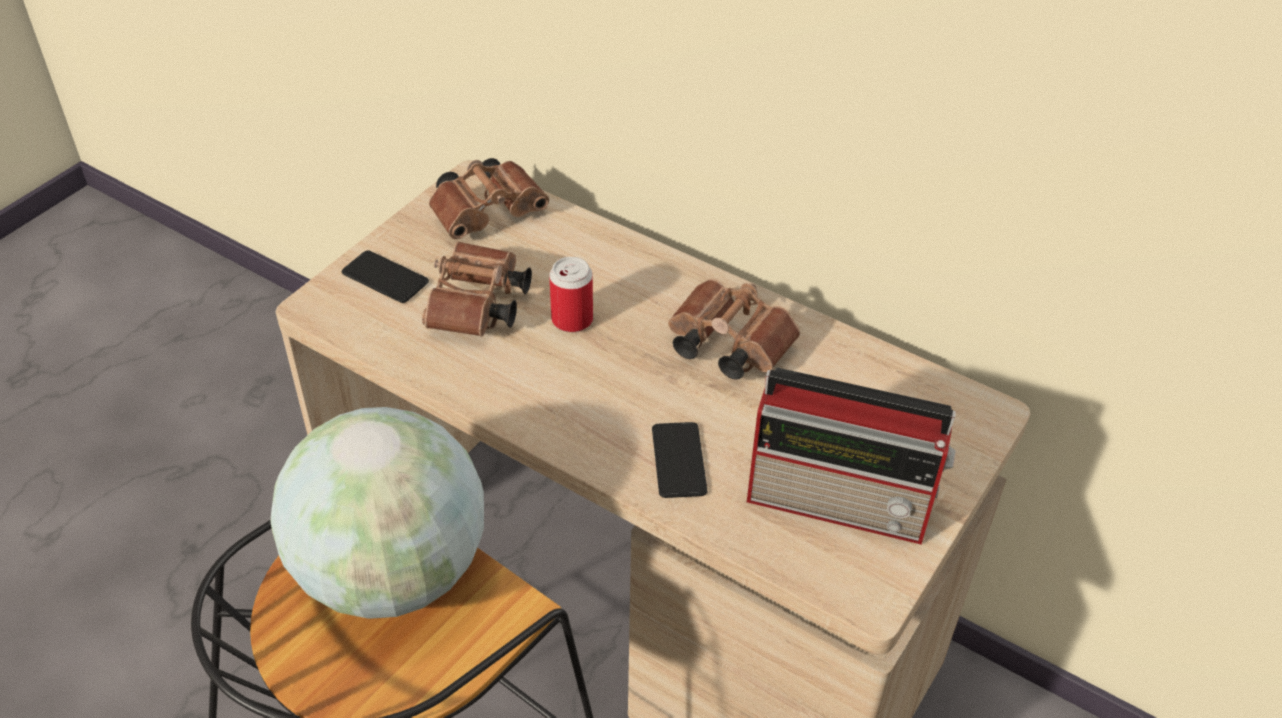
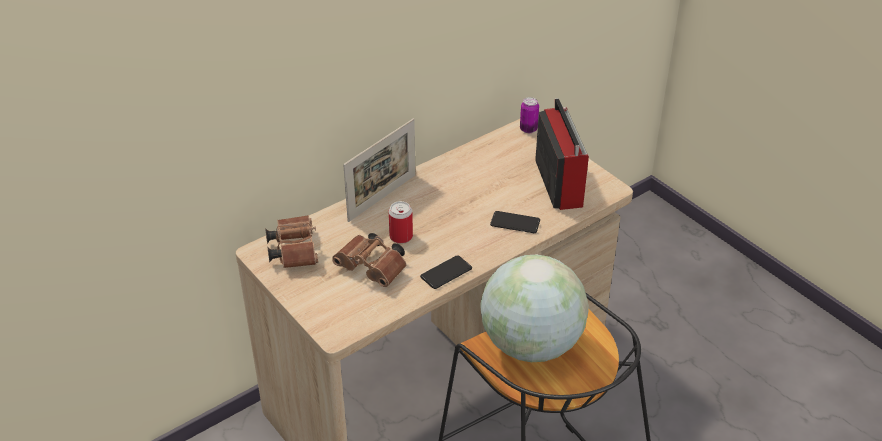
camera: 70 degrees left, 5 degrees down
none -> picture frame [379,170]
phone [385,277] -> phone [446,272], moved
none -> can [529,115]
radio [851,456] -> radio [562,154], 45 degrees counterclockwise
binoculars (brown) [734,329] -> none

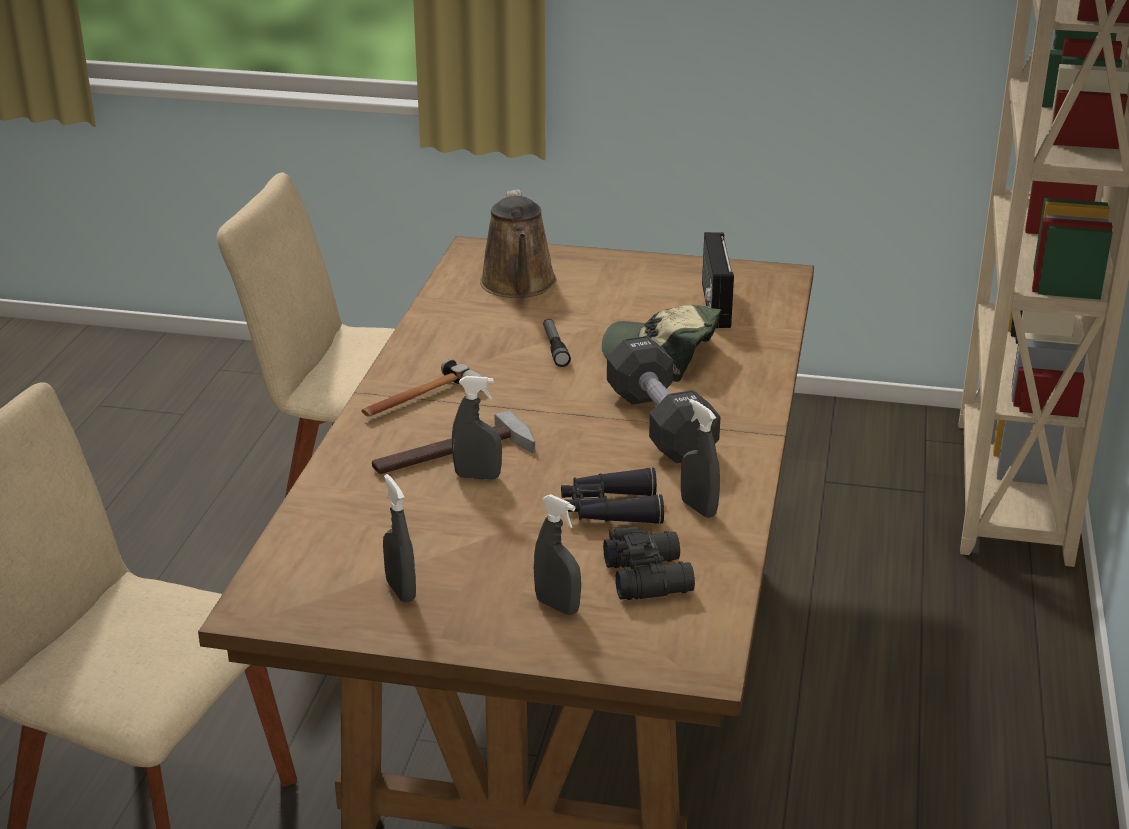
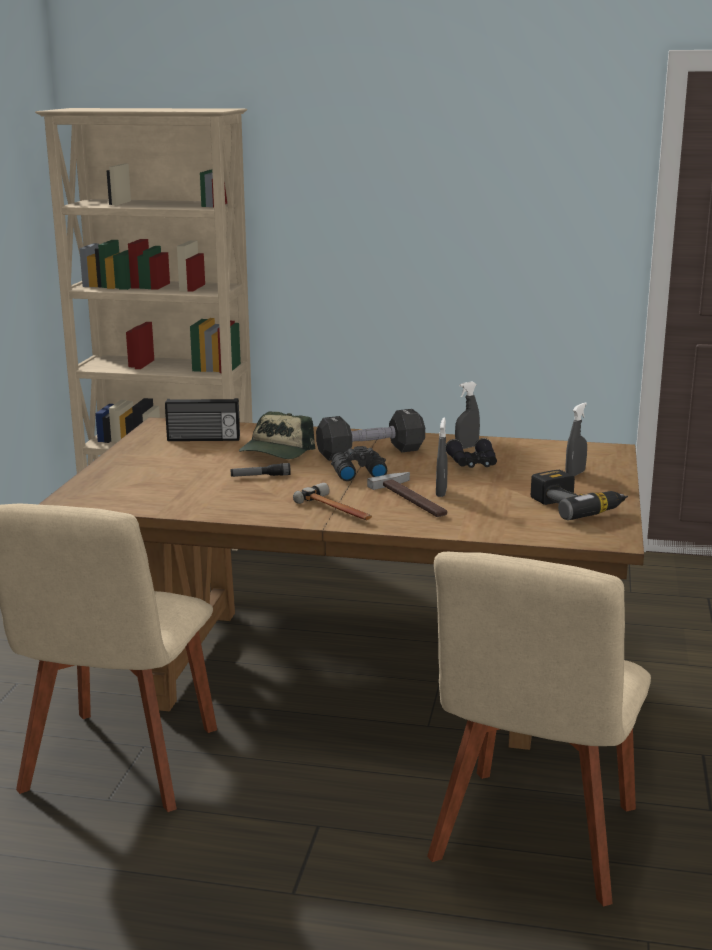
camera: 90 degrees left, 10 degrees down
binoculars (black) [649,563] -> binoculars (black) [359,463], moved
spray bottle (grey) [399,538] -> power drill [579,495]
watering can (brown) [518,243] -> none

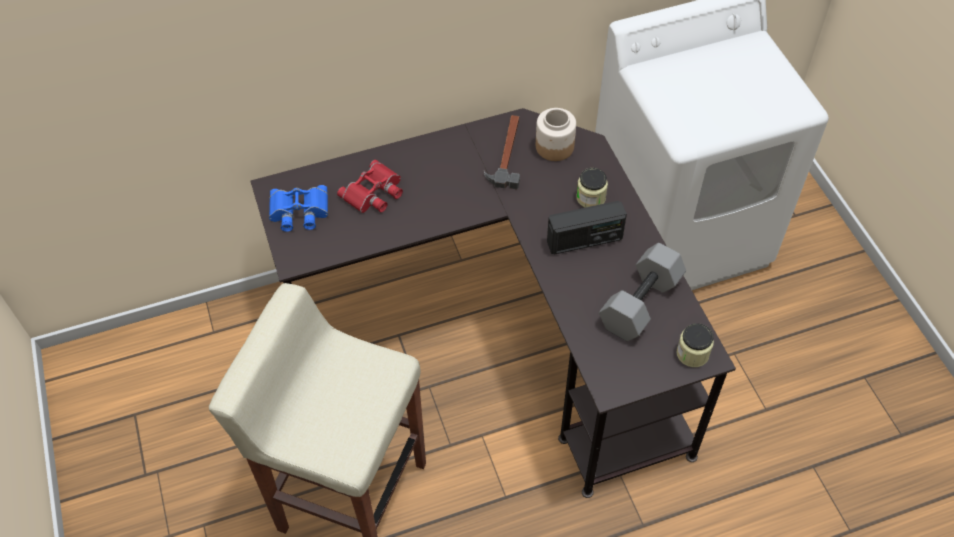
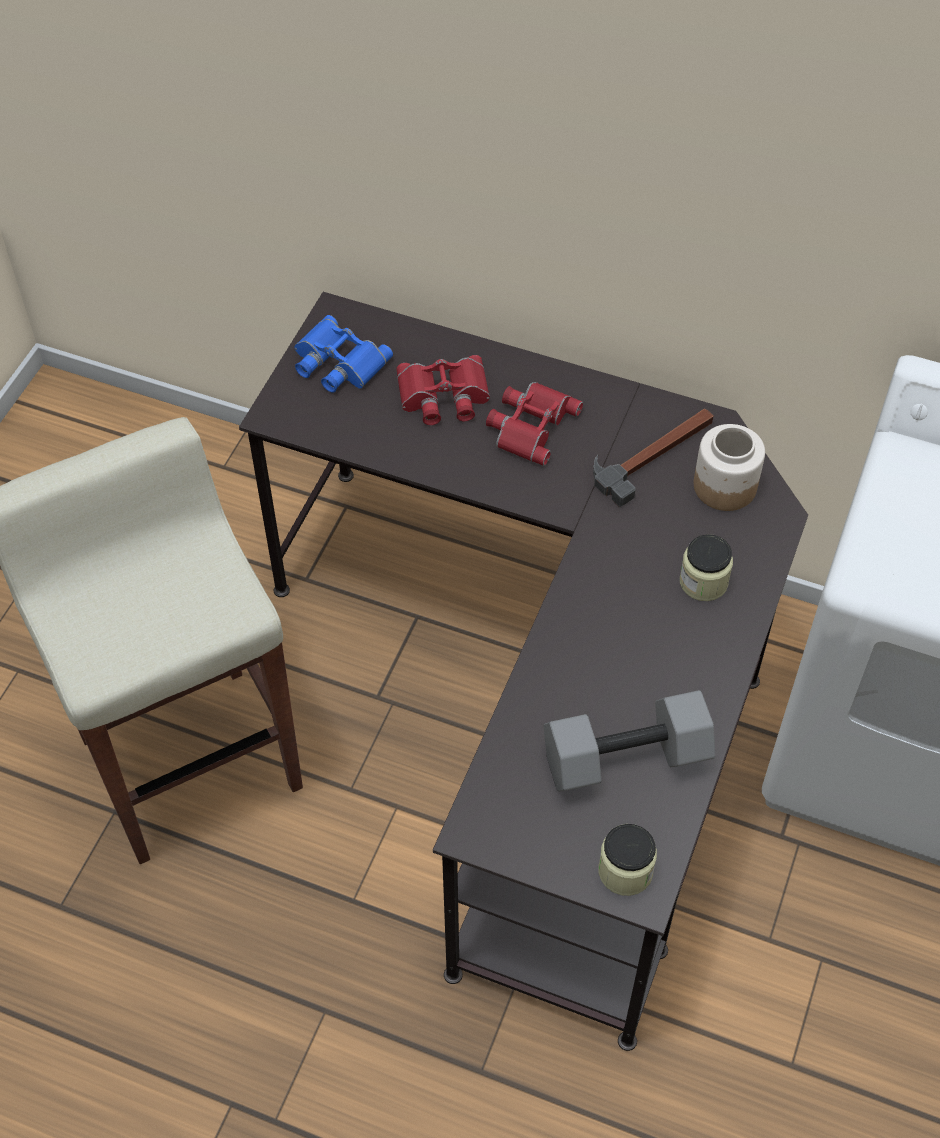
camera: 40 degrees right, 0 degrees up
none -> binoculars (red) [534,424]
radio [587,227] -> none

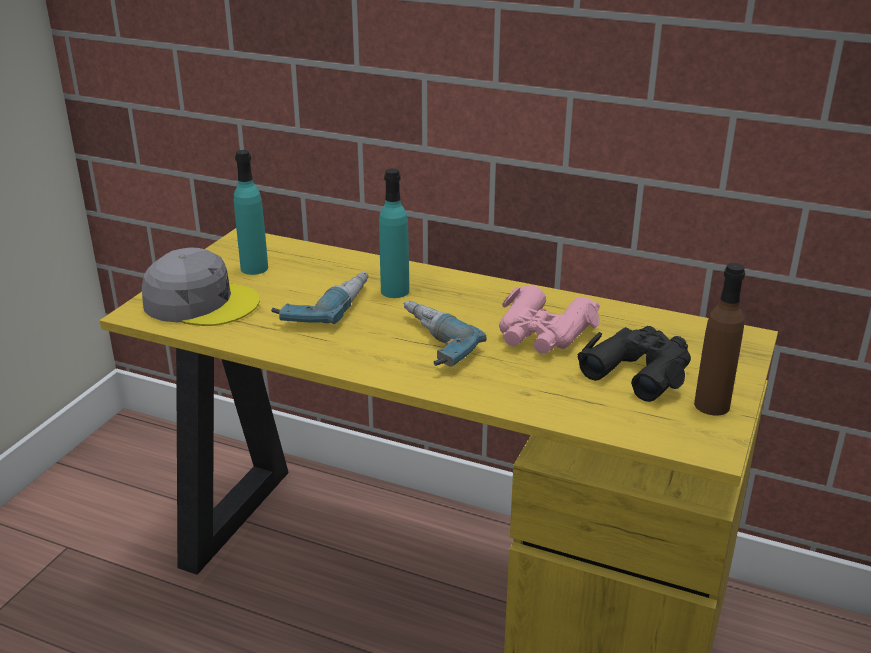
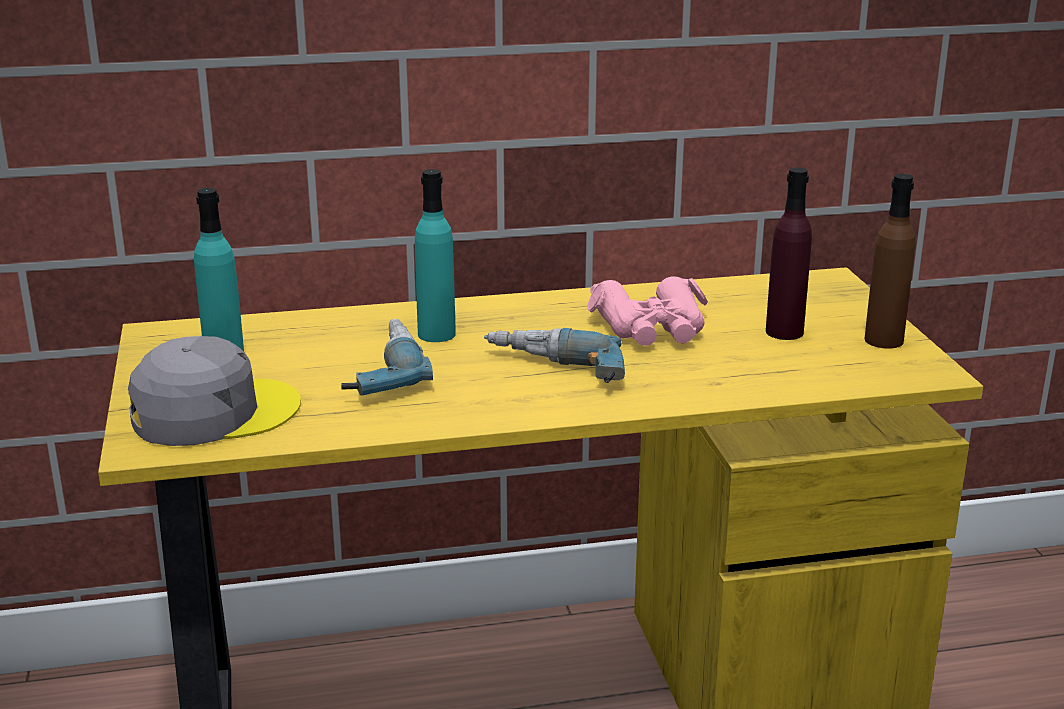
camera: 35 degrees left, 5 degrees down
binoculars (black) [634,364] -> bottle (purple) [789,253]

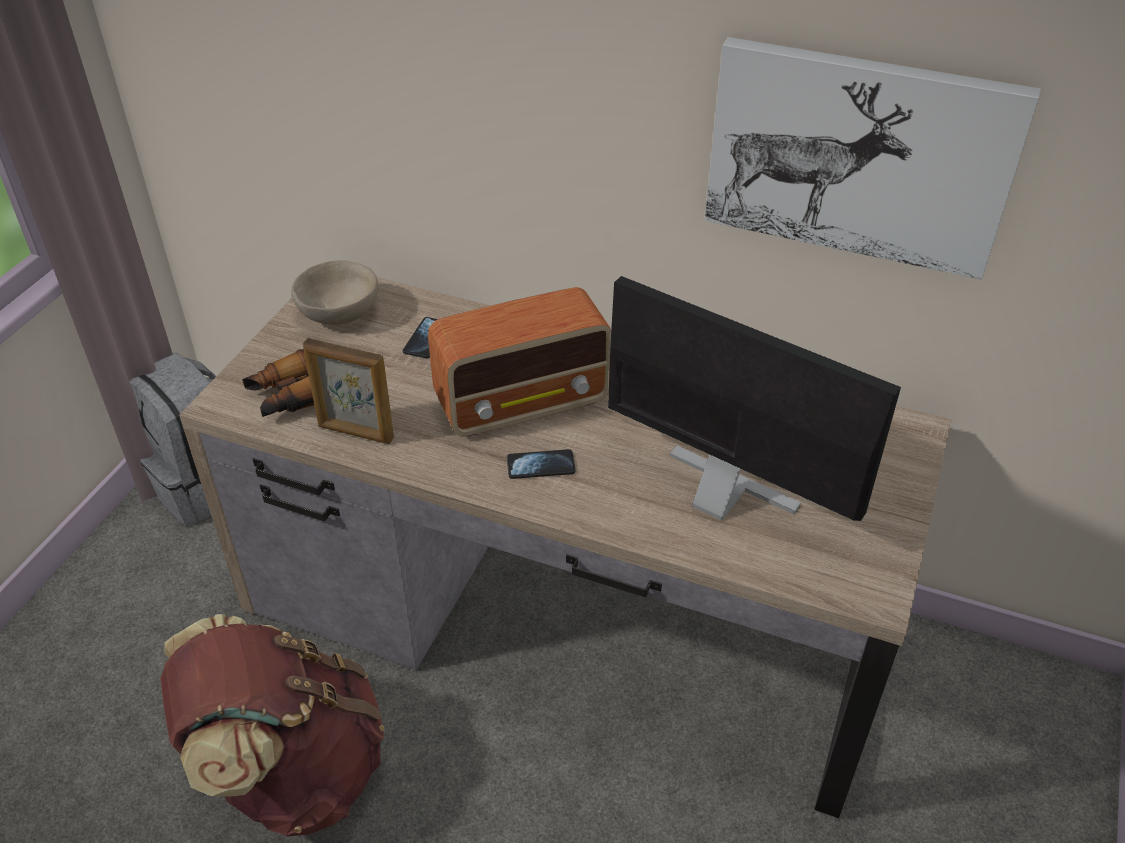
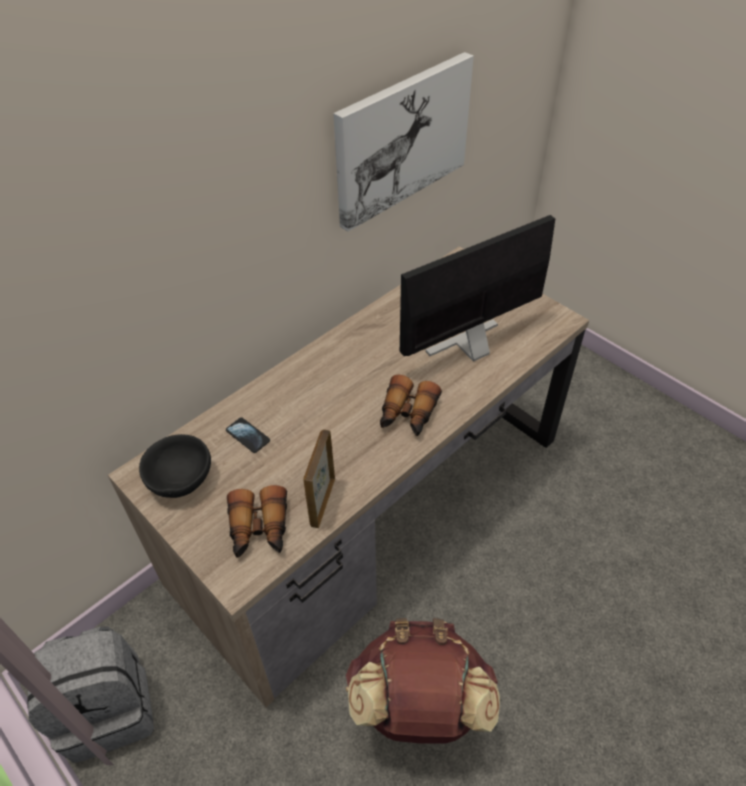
camera: 65 degrees left, 5 degrees up
bowl (beige) [334,292] -> bowl (black) [175,466]
picture frame [348,391] -> picture frame [319,478], 150 degrees clockwise
phone [541,464] -> binoculars [411,405]
radio [519,362] -> none

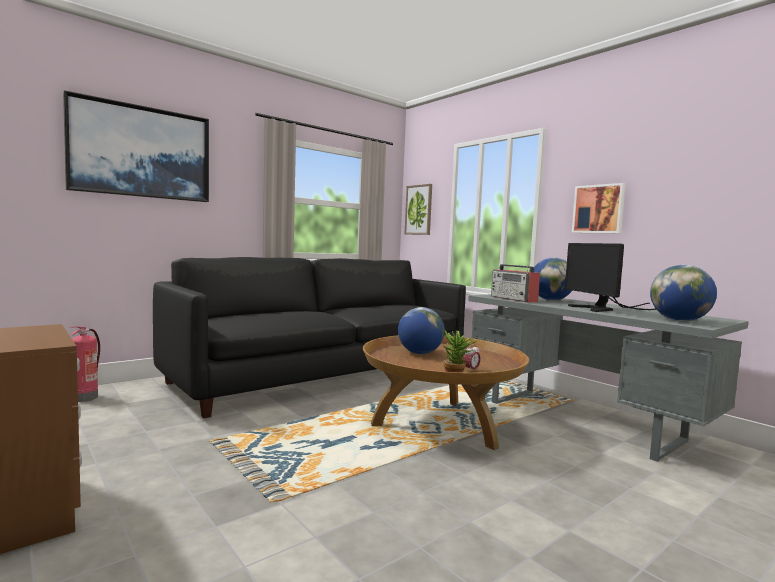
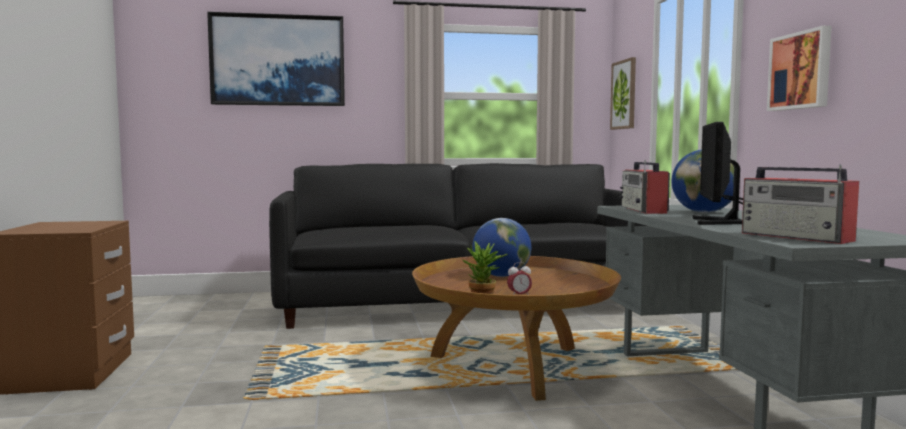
camera: 30 degrees right, 0 degrees up
globe [683,293] -> radio [800,204]
fire extinguisher [85,364] -> none

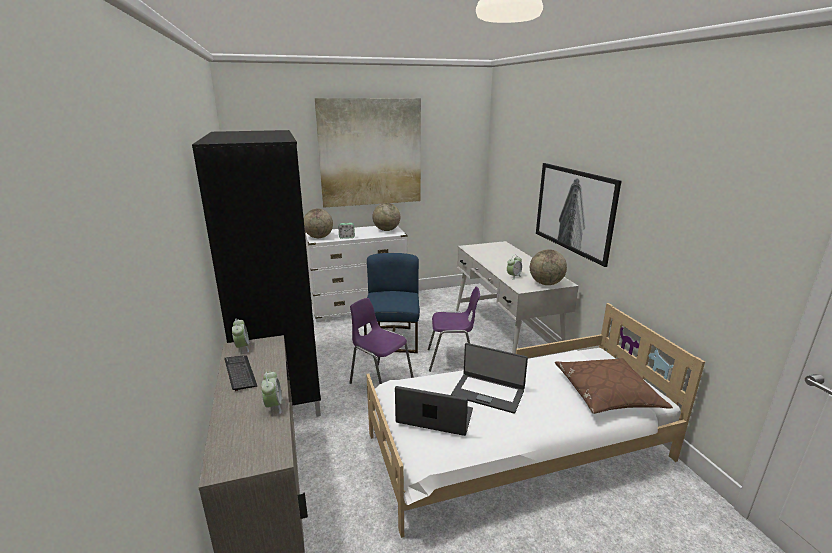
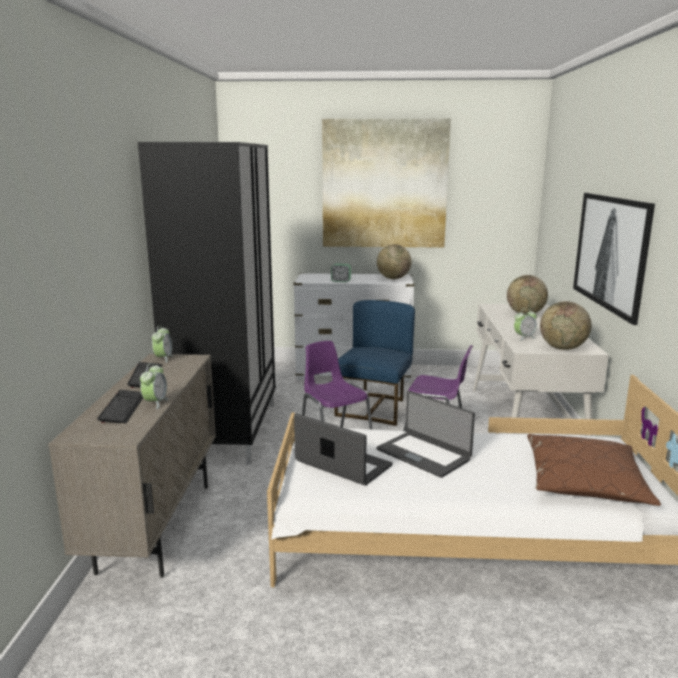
camera: 20 degrees right, 5 degrees down
none -> keyboard [120,406]
globe [318,223] -> globe [527,295], moved

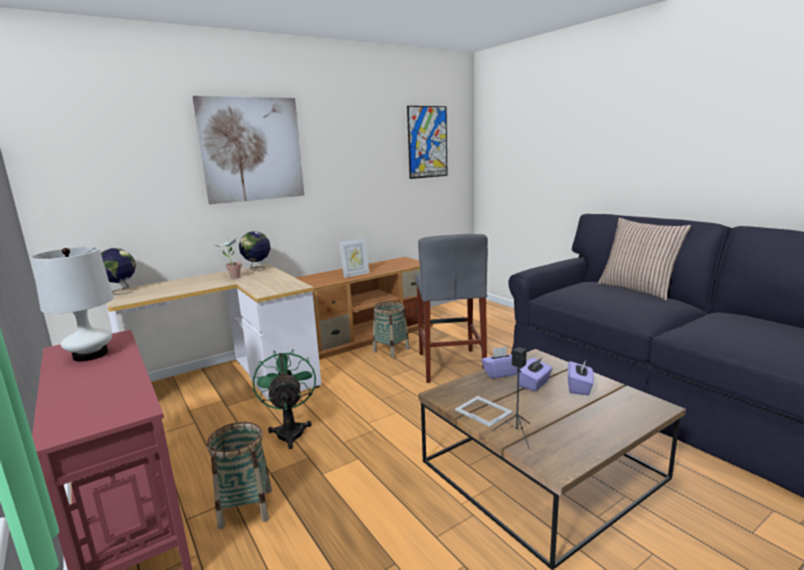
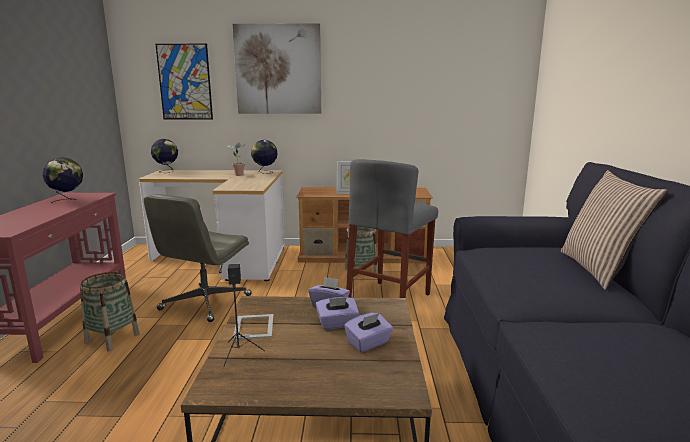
camera: 35 degrees right, 0 degrees up
table lamp (white) [72,304] -> globe [62,180]
fan (green) [284,399] -> office chair (grey) [198,258]
picture [427,142] -> picture [184,82], moved

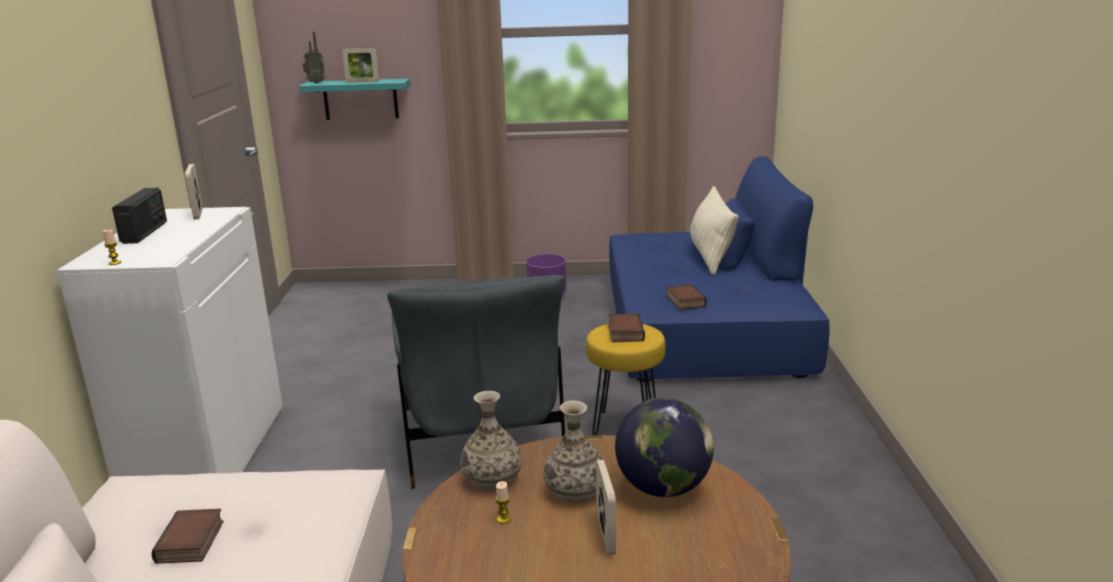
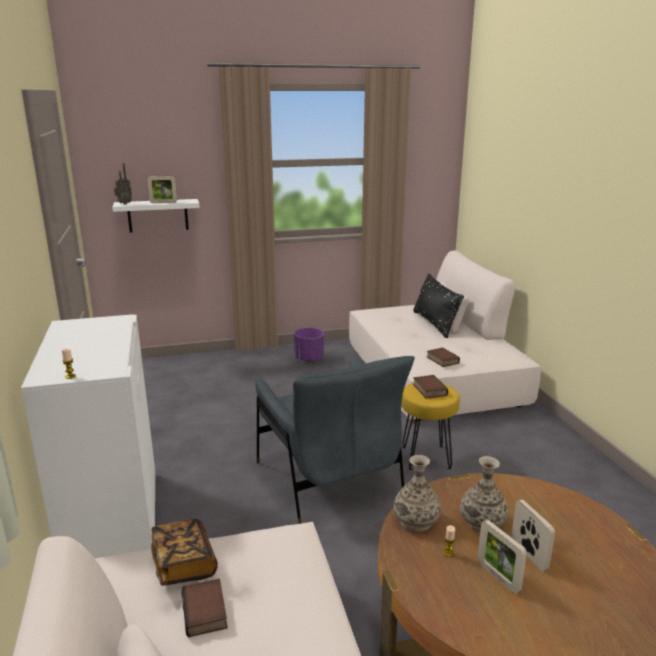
camera: 15 degrees left, 0 degrees up
shelf (turquoise) [354,99] -> shelf (white) [156,216]
none -> book [184,552]
sofa (blue) [719,269] -> sofa (beige) [445,335]
pillow (beige) [714,230] -> pillow (black) [438,305]
picture frame [194,192] -> picture frame [502,557], moved
radio [139,216] -> none
globe [664,447] -> none

